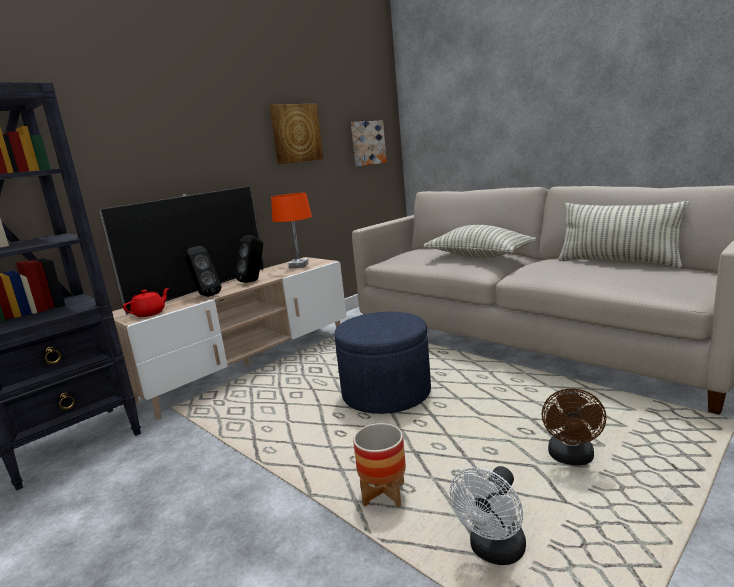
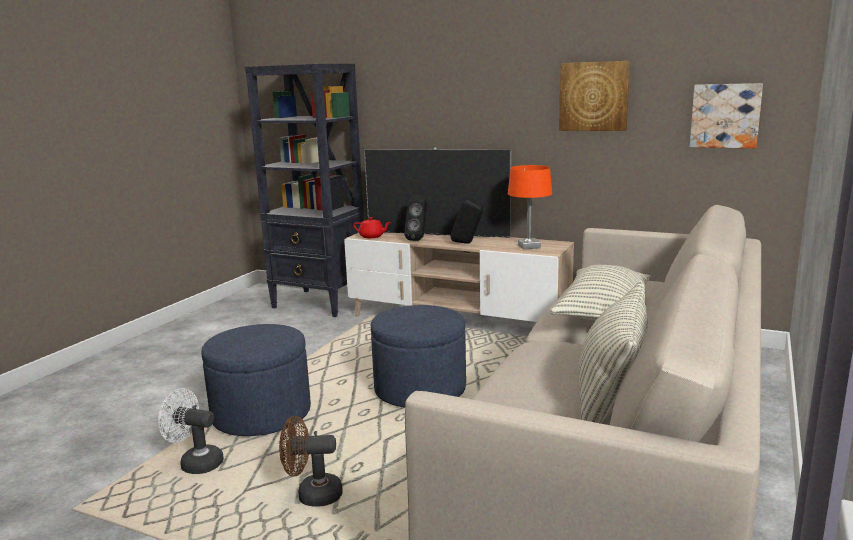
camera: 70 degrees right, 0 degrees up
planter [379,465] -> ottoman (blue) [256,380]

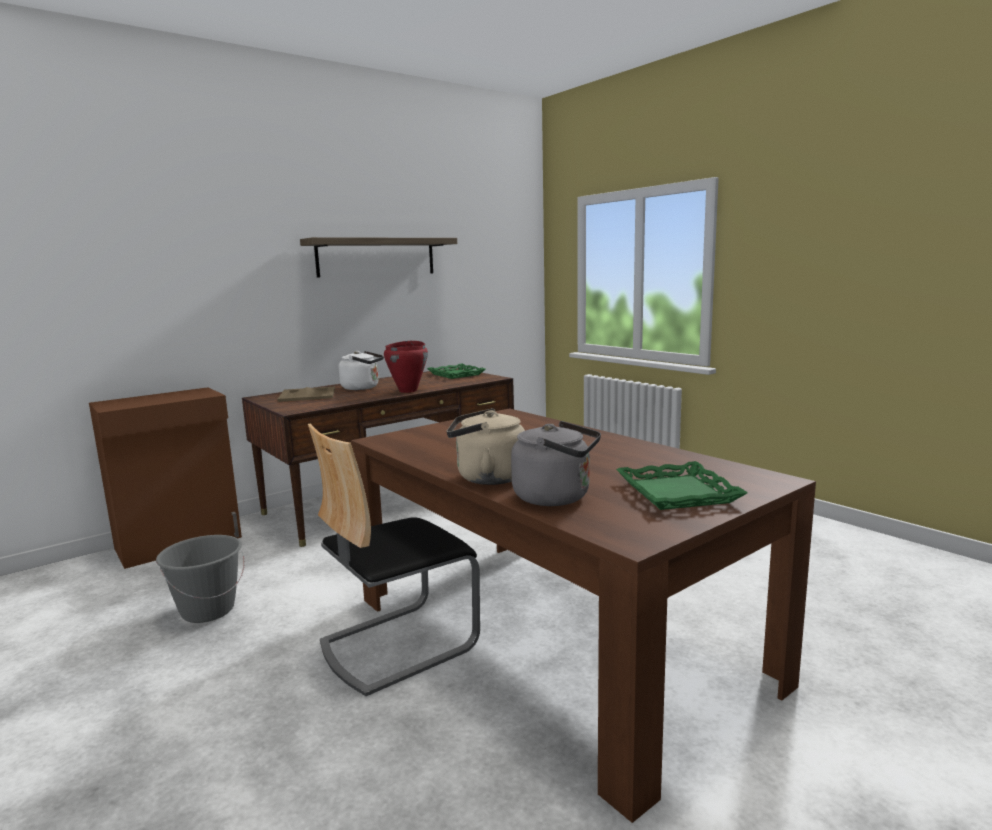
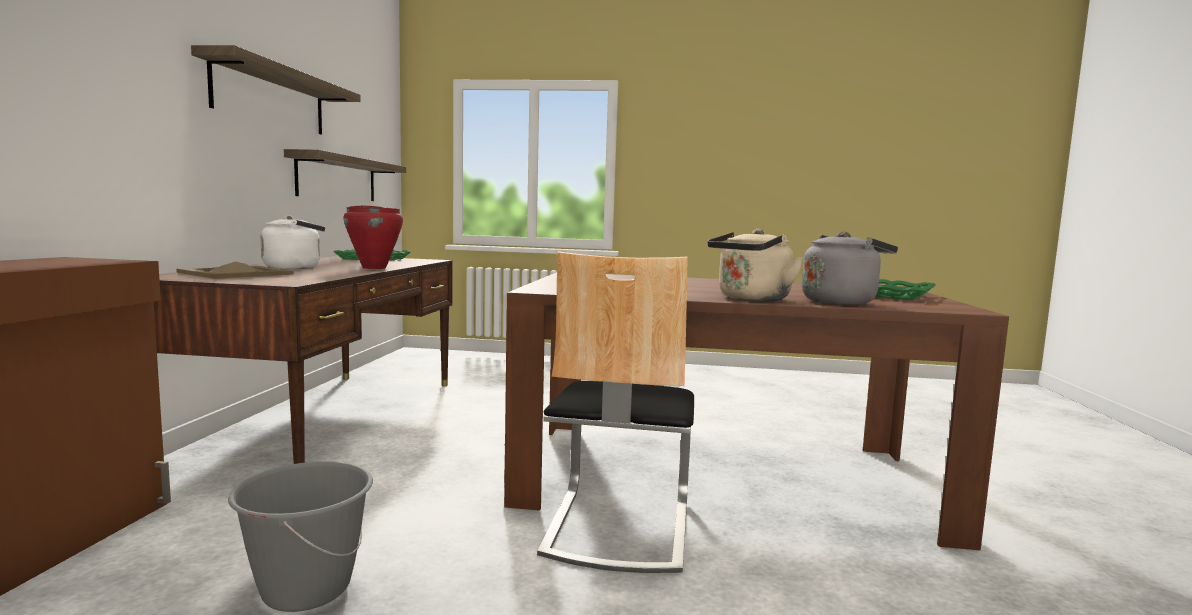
camera: 45 degrees left, 5 degrees down
none -> shelf [345,175]

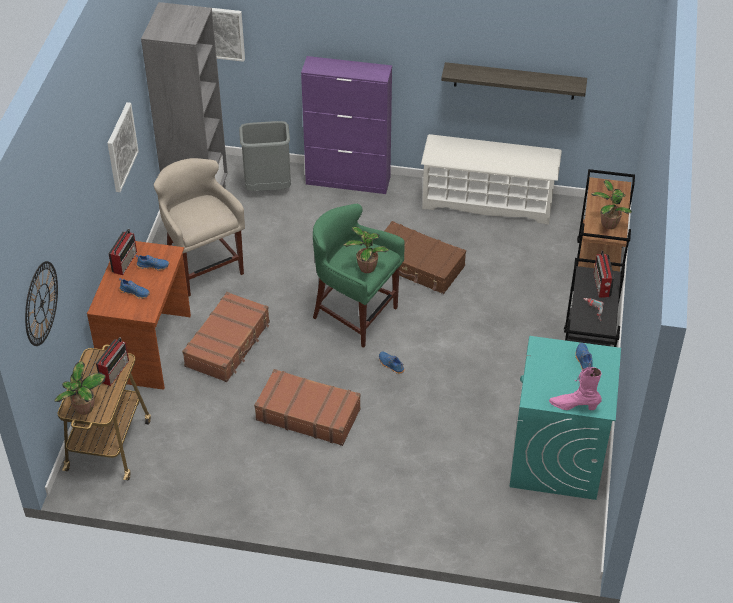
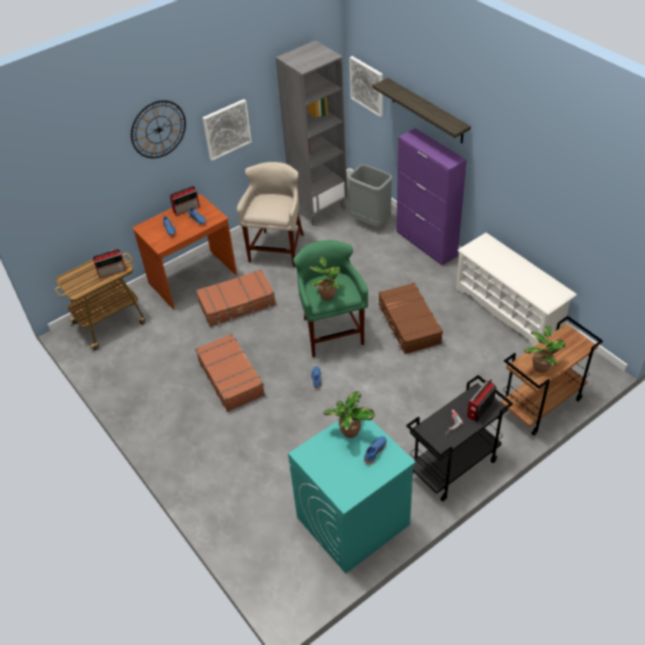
camera: 45 degrees right, 0 degrees up
wall clock [41,303] -> wall clock [158,129], moved
potted plant [80,388] -> potted plant [349,414], moved
shelf [514,81] -> shelf [422,110], moved
boot (pink) [575,388] -> none

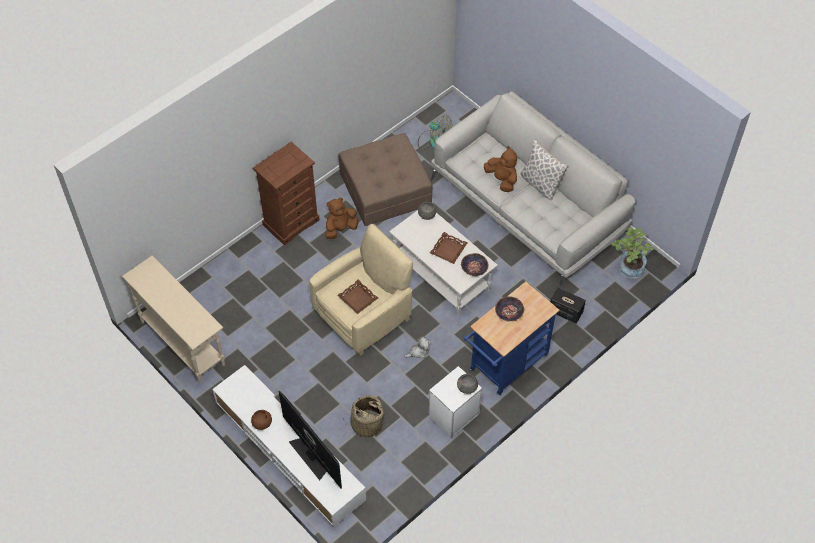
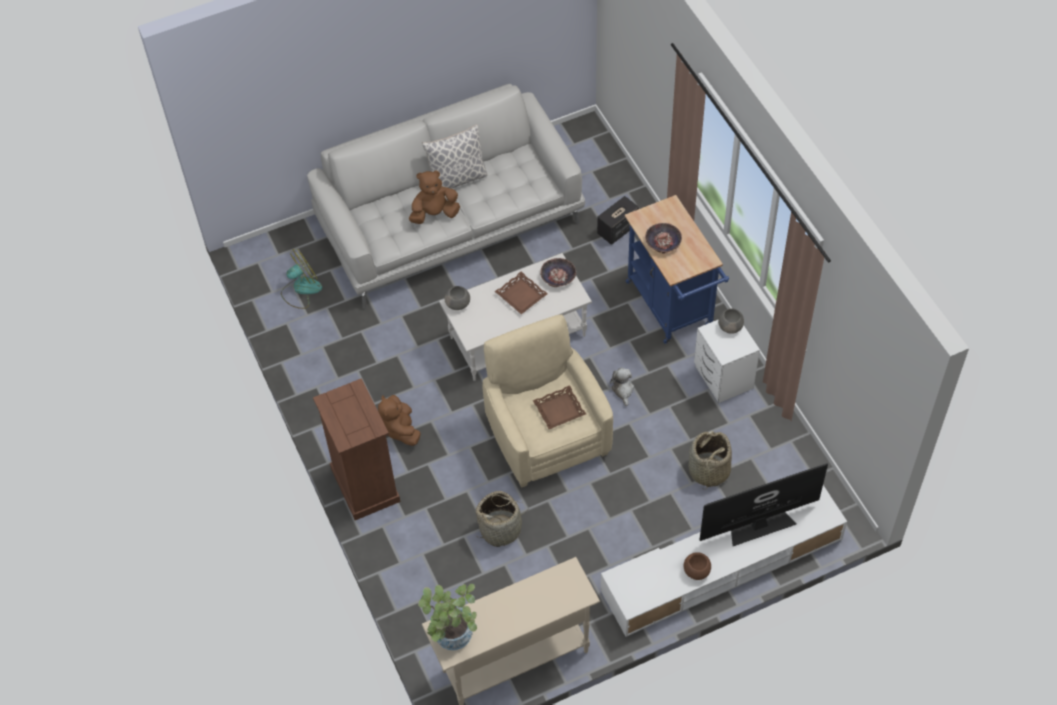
camera: 70 degrees left, 0 degrees up
potted plant [632,253] -> potted plant [447,617], moved
none -> basket [500,519]
ottoman (brown) [385,179] -> none

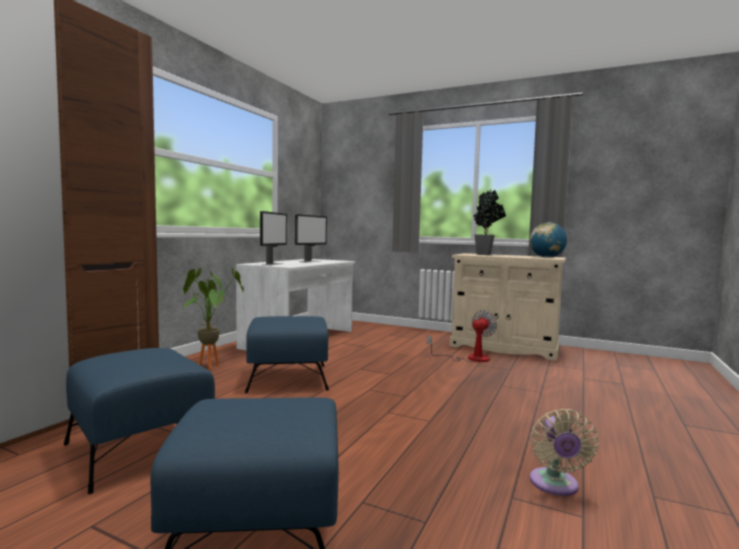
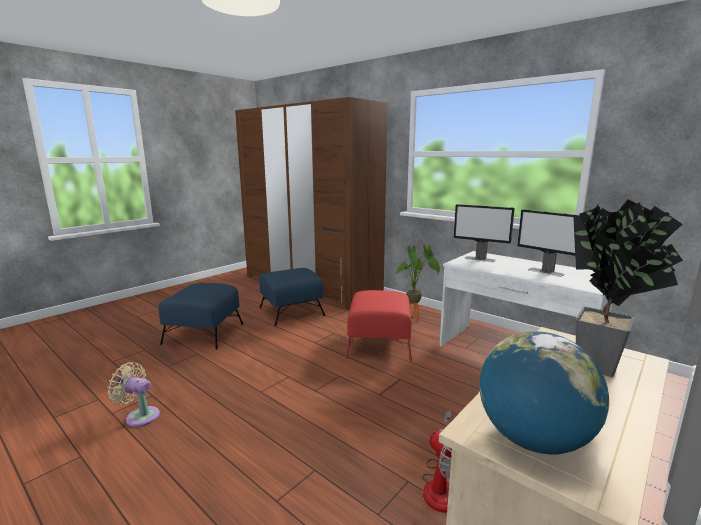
camera: 105 degrees right, 10 degrees up
ottoman (blue) [287,354] -> ottoman (red) [378,325]

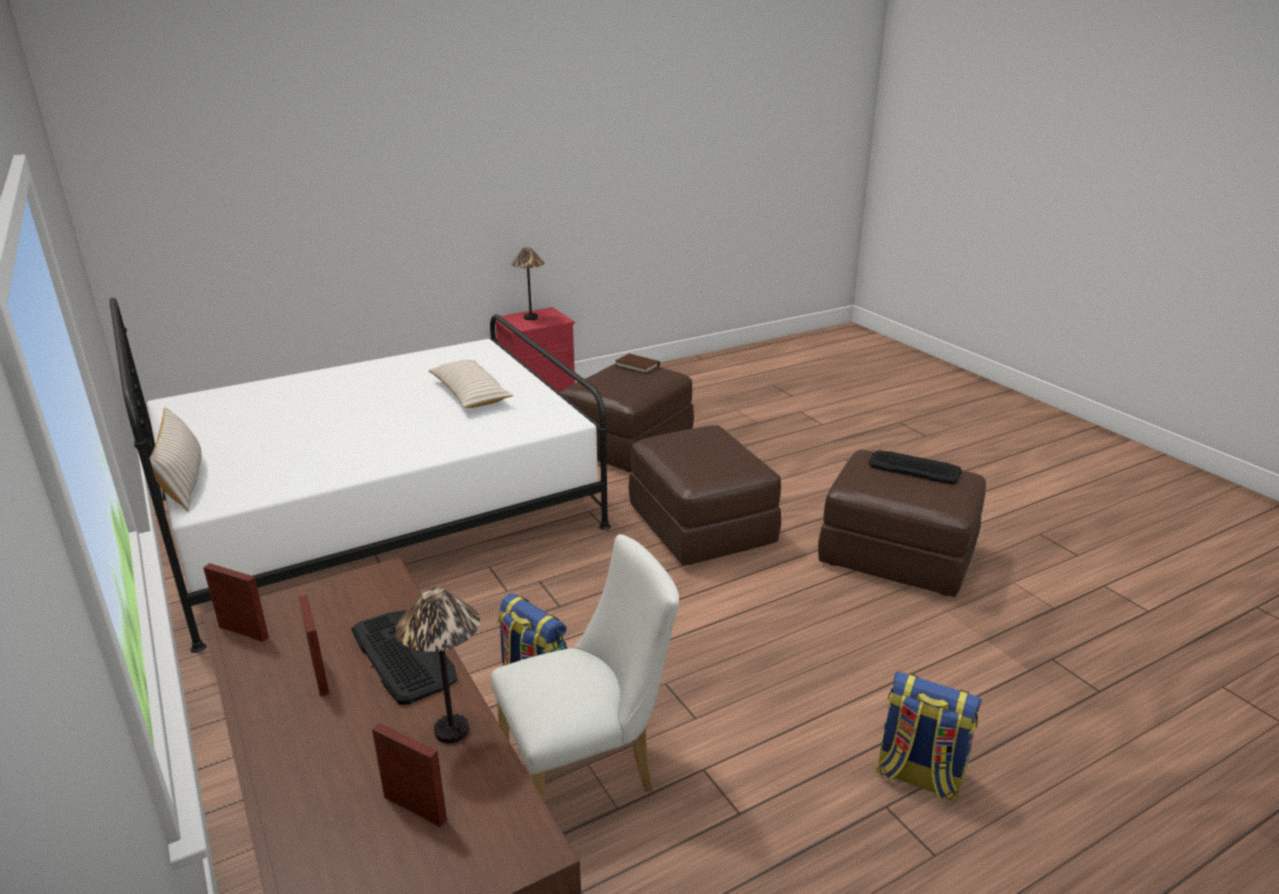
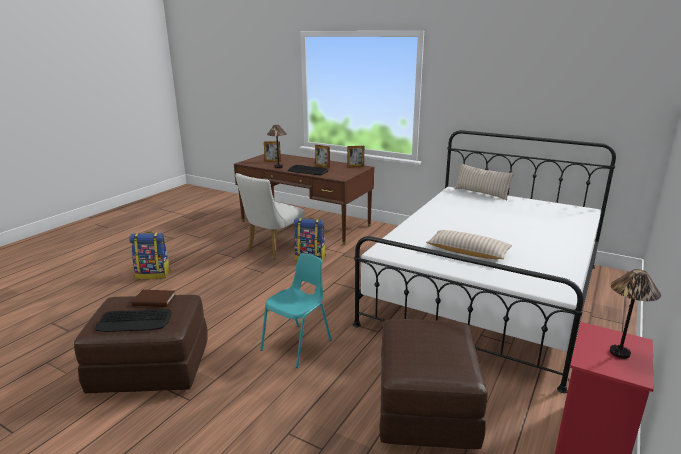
camera: 150 degrees right, 5 degrees down
book (brown) [637,364] -> book (brown) [154,298], moved
ottoman (brown) [704,495] -> chair (turquoise) [296,310]

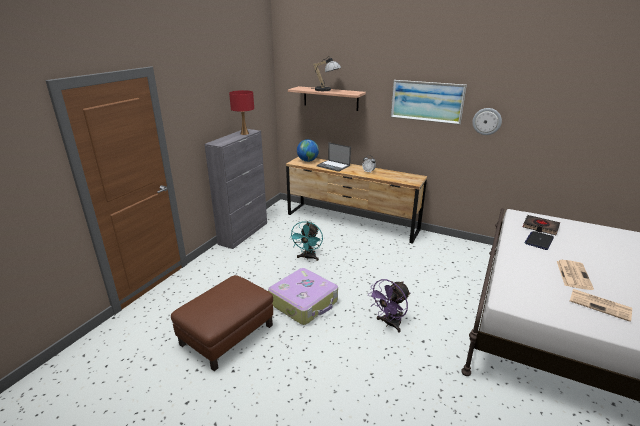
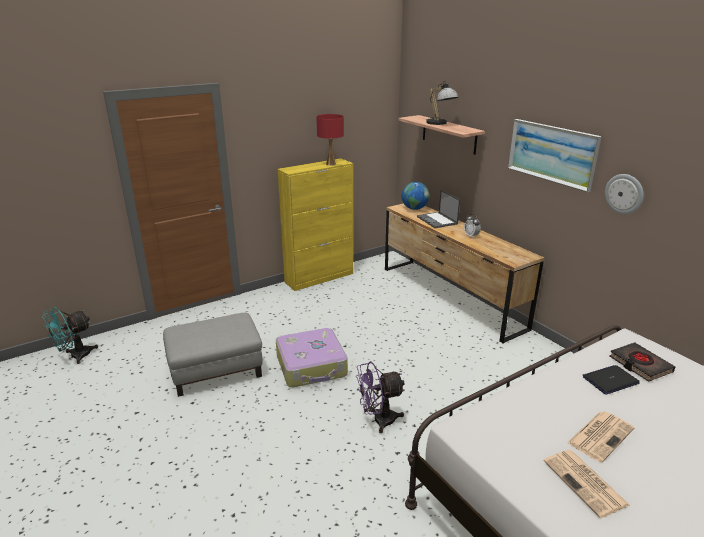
camera: 30 degrees right, 0 degrees up
fan (turquoise) [306,241] -> fan (turquoise) [70,335], moved
ottoman (brown) [222,323] -> ottoman (grey) [212,354]
cabinet (grey) [235,189] -> cabinet (yellow) [315,224]

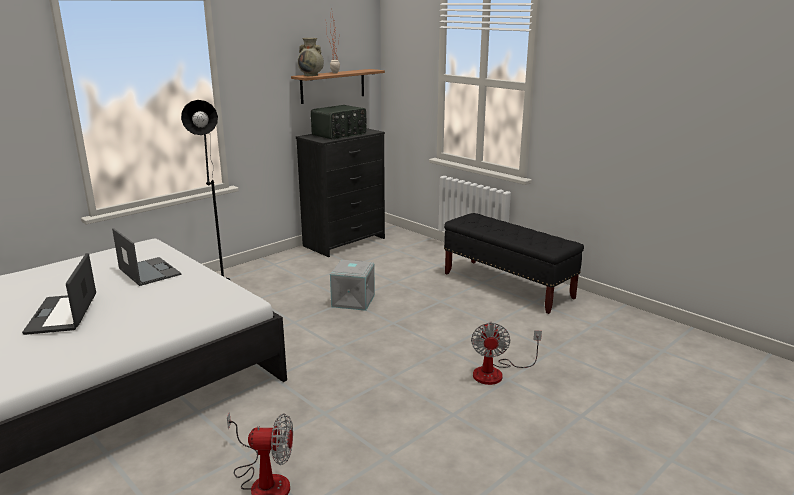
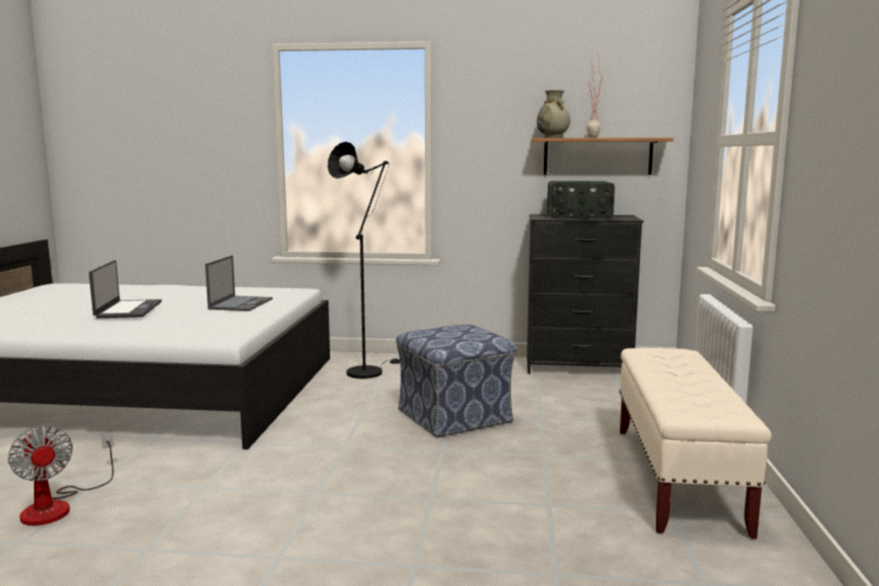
camera: 50 degrees right, 10 degrees down
laptop [59,294] -> laptop [125,289], 135 degrees clockwise
storage box (grey) [352,285] -> ottoman [456,381]
bench (black) [514,263] -> bench (beige) [695,443]
fan [506,353] -> none

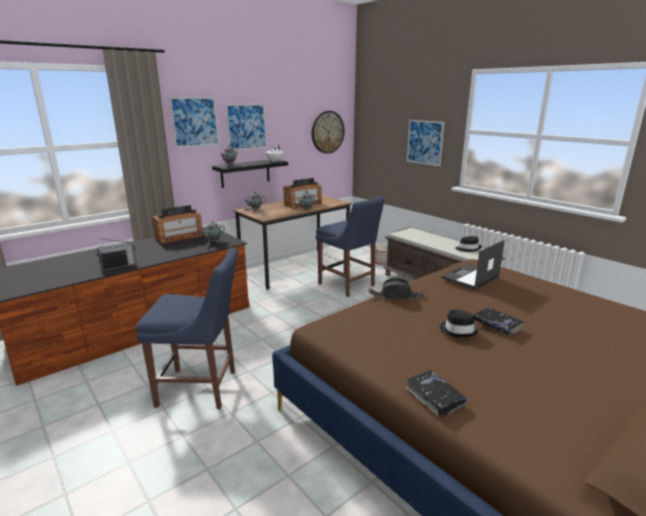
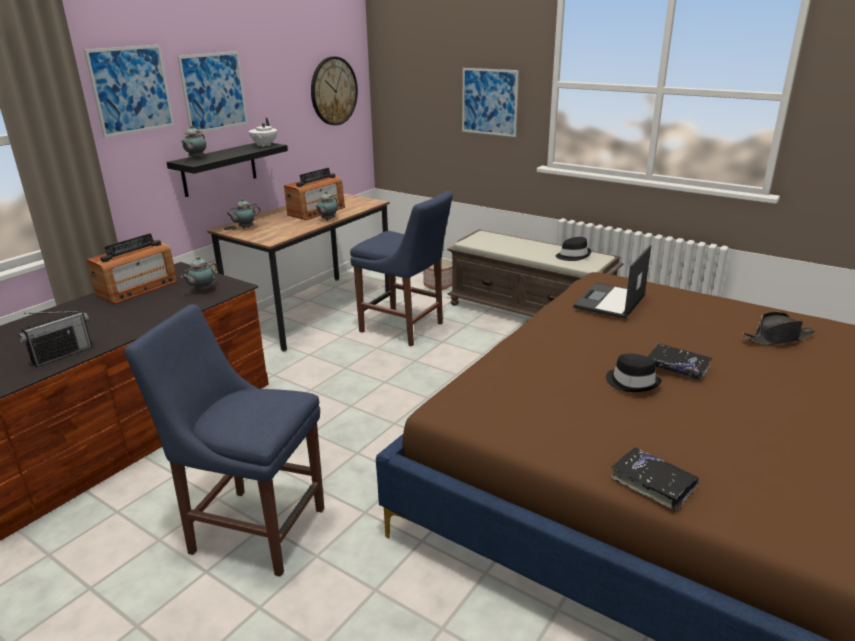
camera: 15 degrees left, 5 degrees up
chair (blue) [187,328] -> chair (blue) [224,440], 150 degrees counterclockwise
hat (black) [397,289] -> hat (black) [778,328], moved

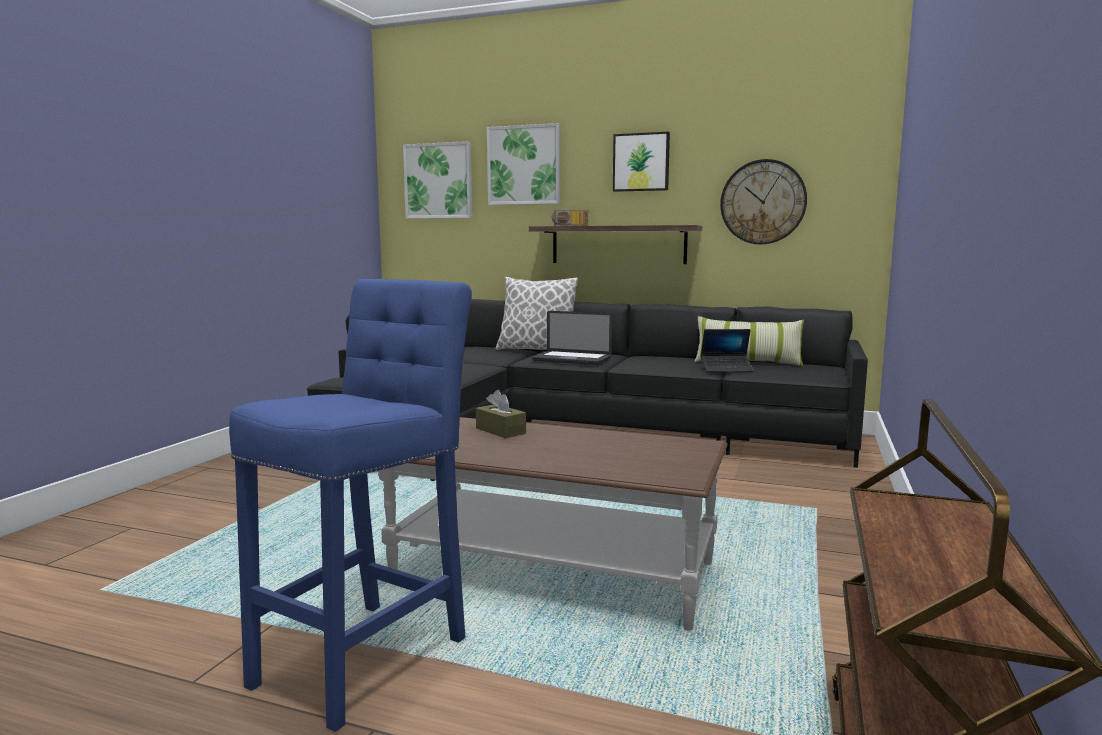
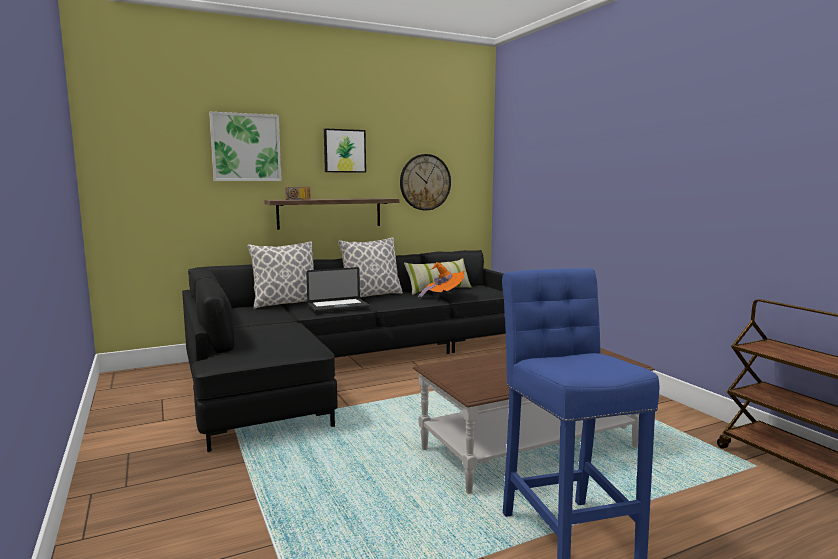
camera: 45 degrees left, 0 degrees up
none -> pillow [370,267]
laptop [727,350] -> hat (orange) [441,280]
picture [437,180] -> none
tissue box (brown) [501,414] -> none

